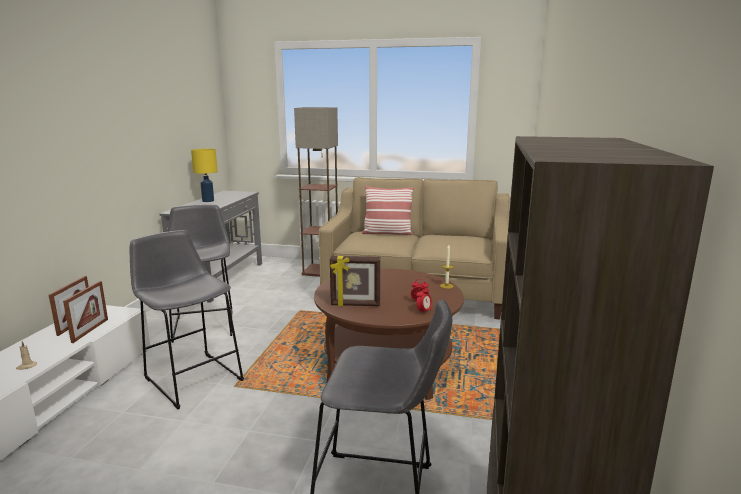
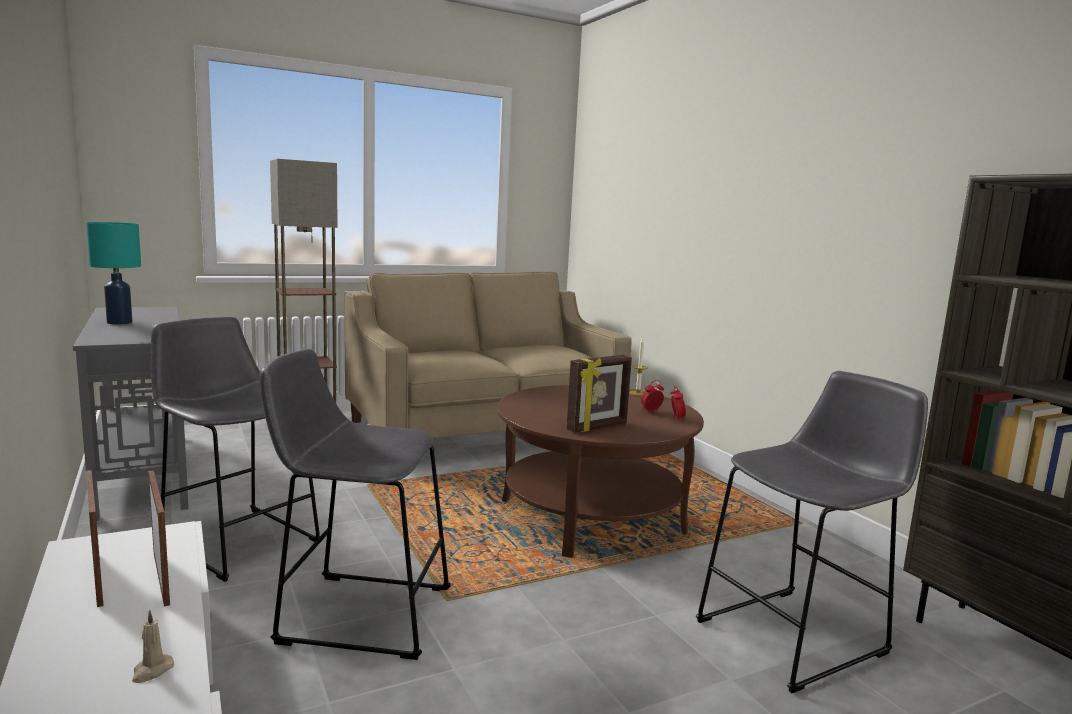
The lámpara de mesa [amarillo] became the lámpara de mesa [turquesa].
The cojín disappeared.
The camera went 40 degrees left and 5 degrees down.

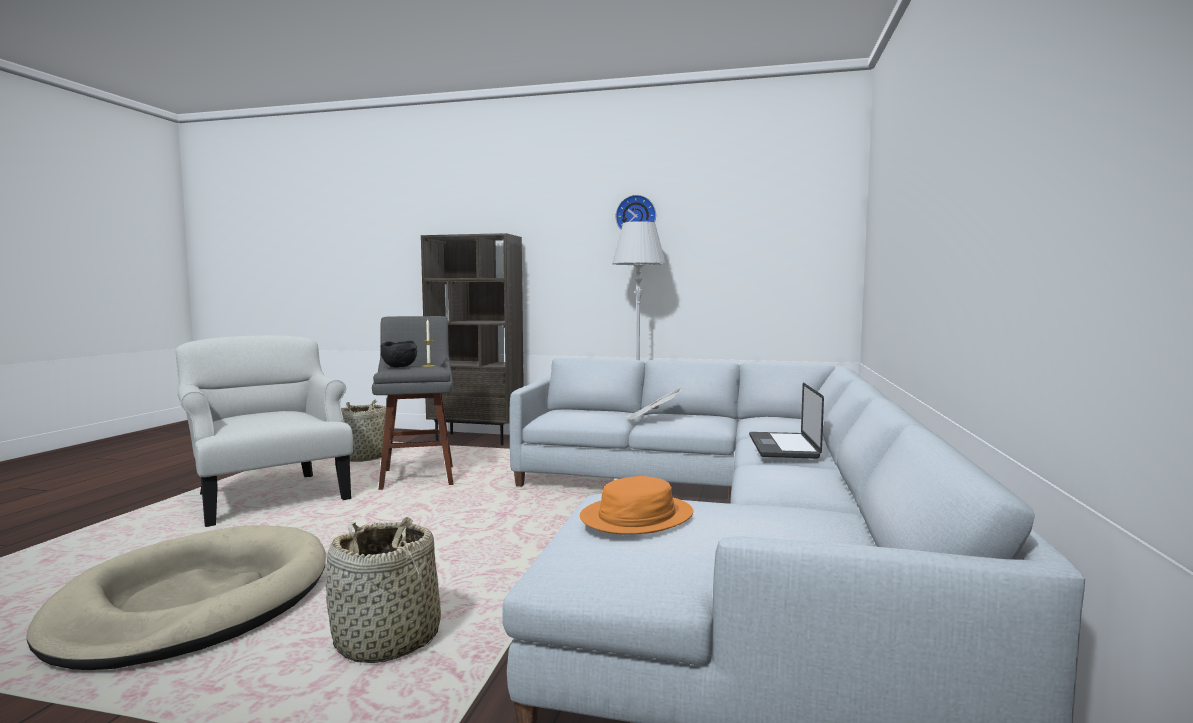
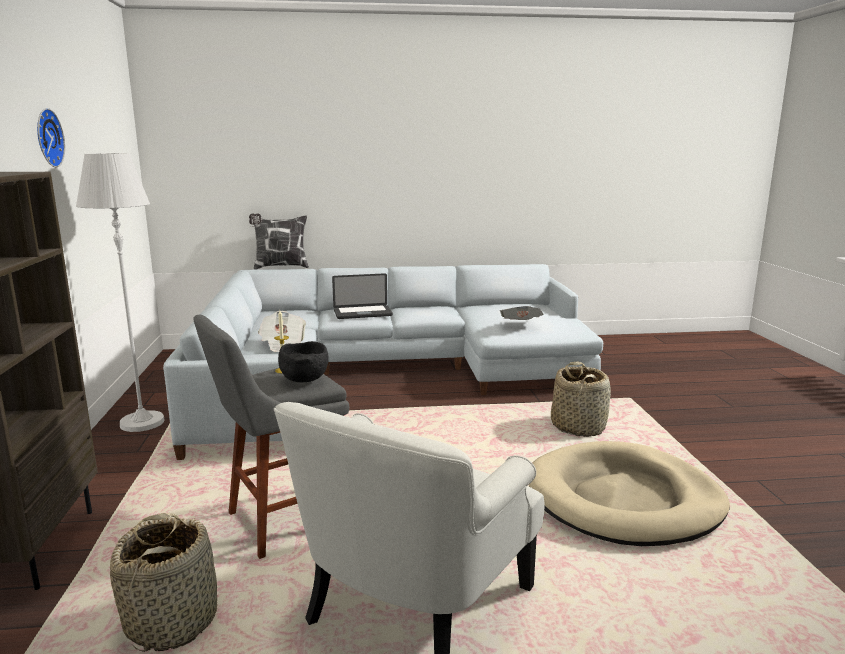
The sombrero [naranja] was replaced by the periódico (no. 2 from left).
The cojín appeared.
The camera went 110 degrees left and 10 degrees up.

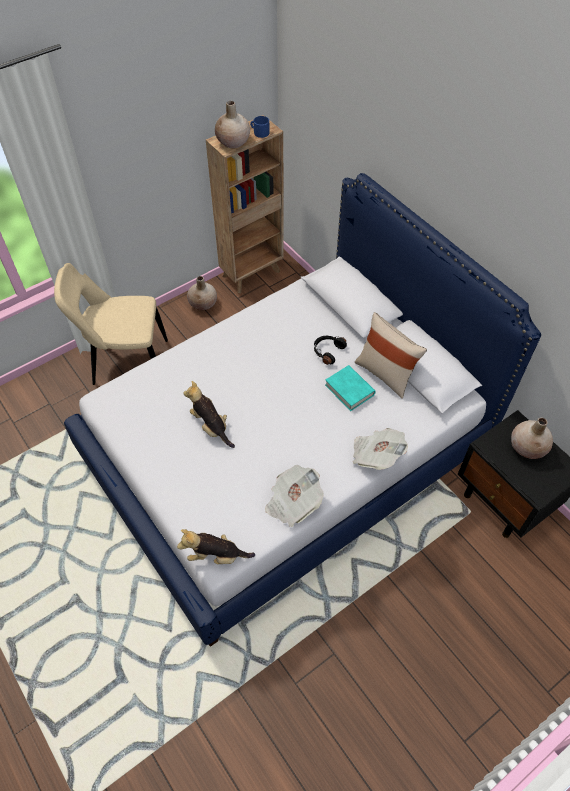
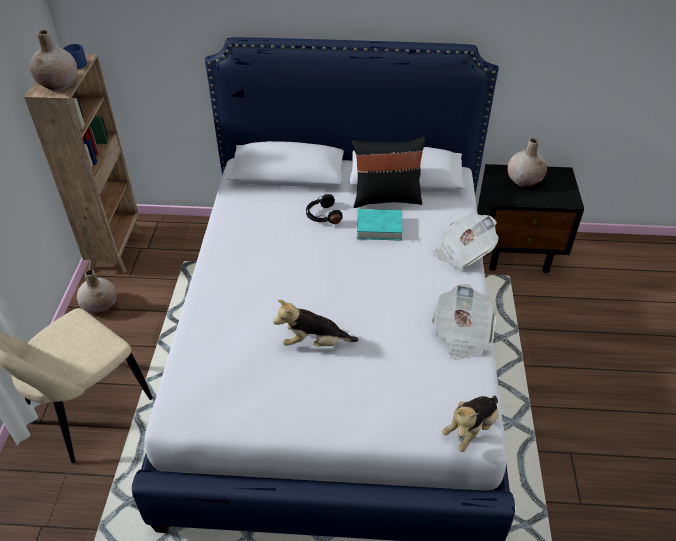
The cojín [beis] became the cojín [negro].
The camera went 50 degrees left and 10 degrees down.

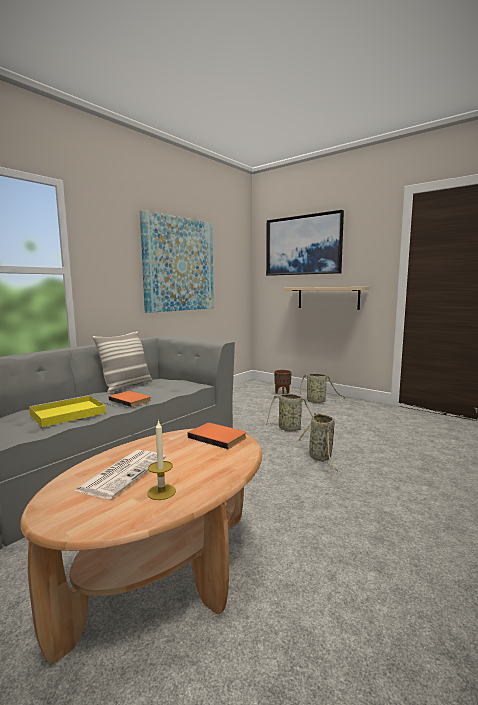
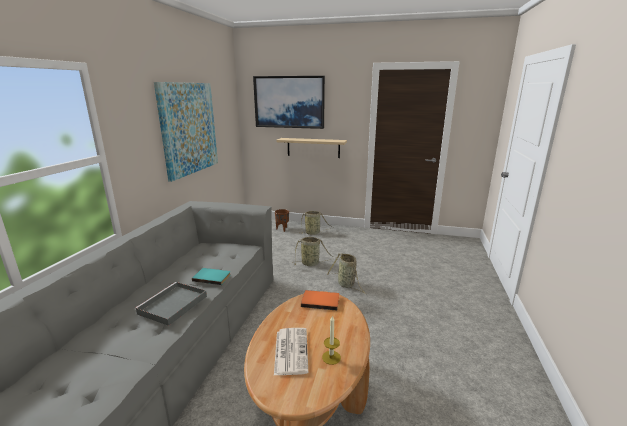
The cojín disappeared.
The libro [naranja] (no. 1 from left) became the libro [turquesa].
The bandeja [amarillo] became the bandeja [gris].
The camera went 25 degrees left and 10 degrees up.

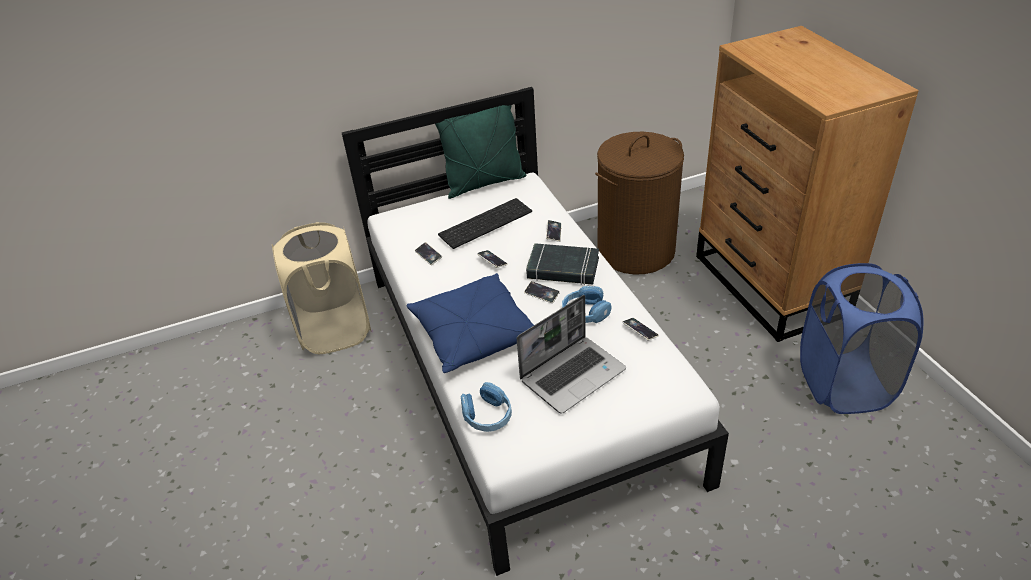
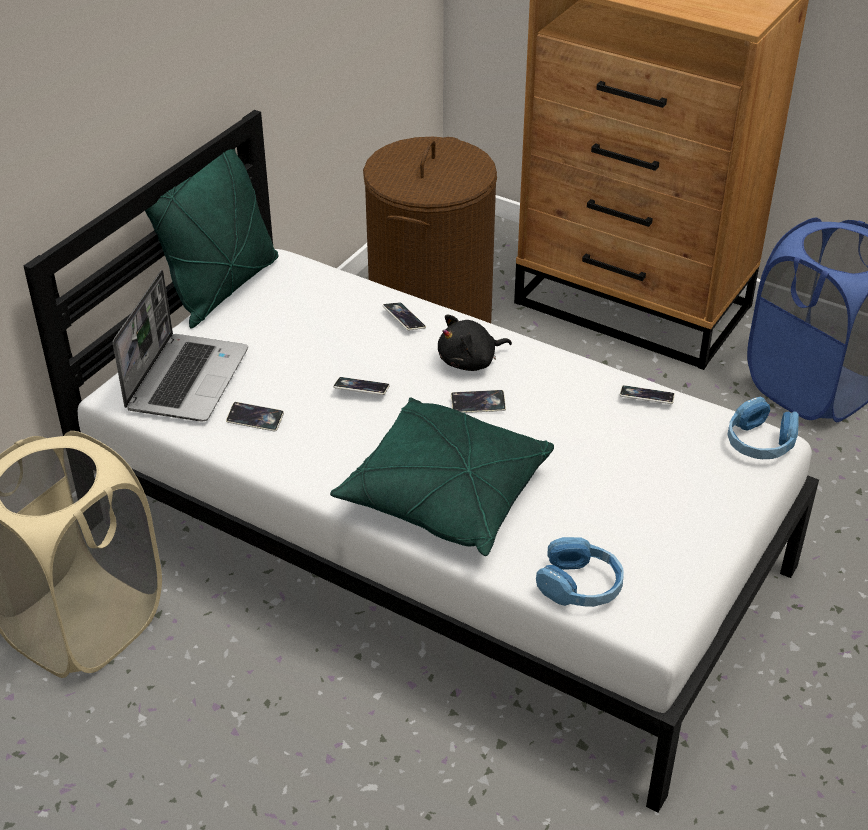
The teclado disappeared.
The libro [negro] was replaced by the peluche [negro].
The cojín [azul] became the cojín [verde] (no. 2 from left).
The auriculares [azul] (no. 2 from left) moved.
The portátil moved.
The camera went 40 degrees left and 0 degrees up.

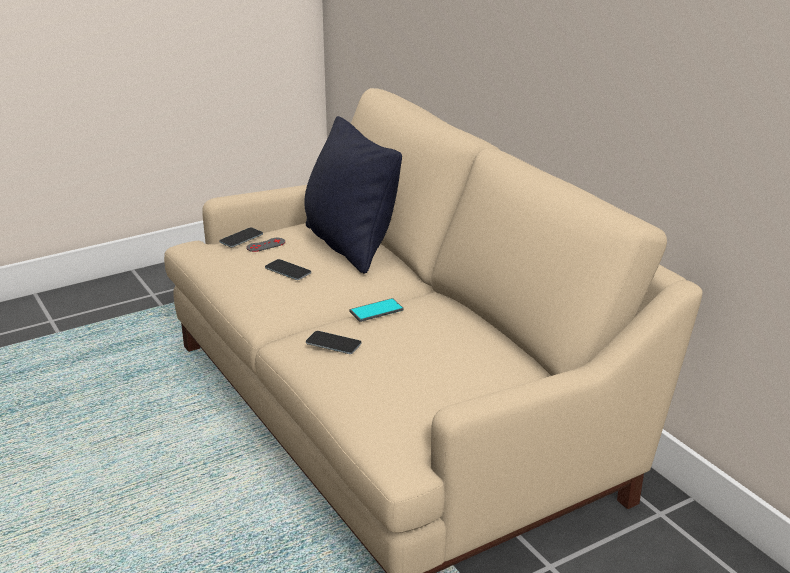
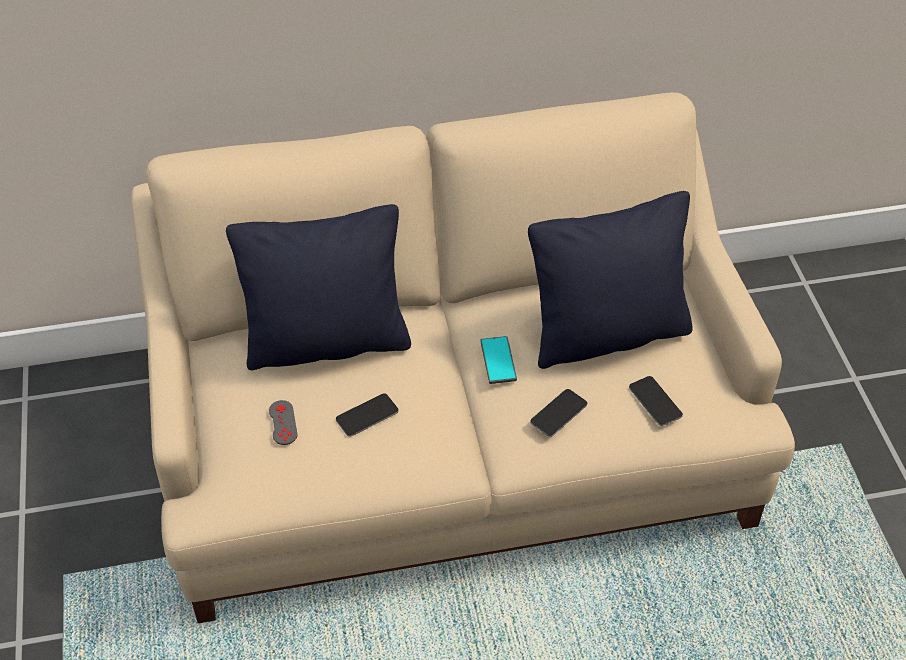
The móvil (no. 1 from left in the first image) moved.
The cojín [negro] (no. 2 from left) appeared.
The camera went 70 degrees left and 20 degrees up.

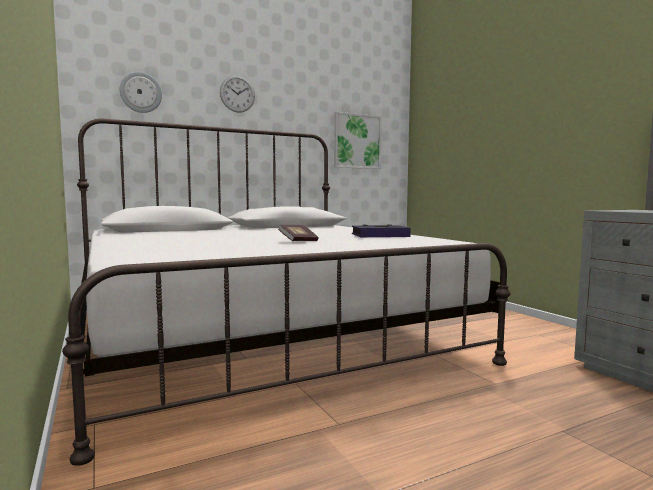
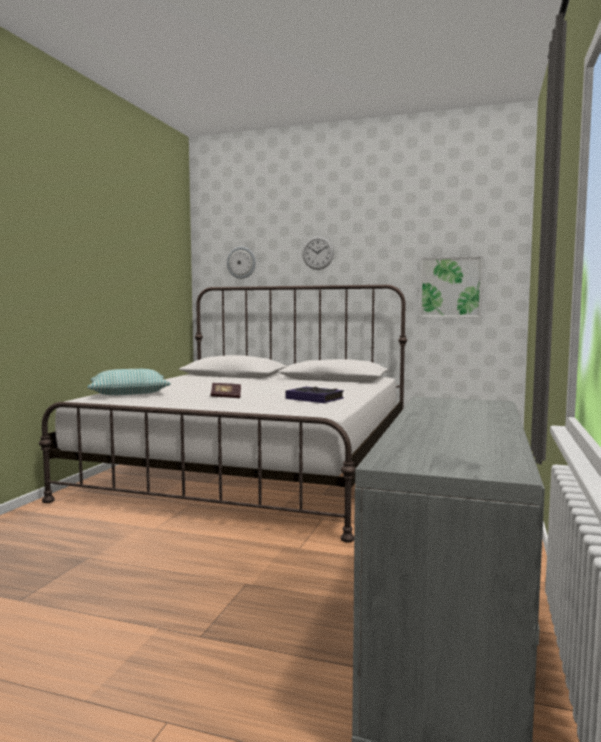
The cojín appeared.
The camera went 45 degrees right and 0 degrees up.

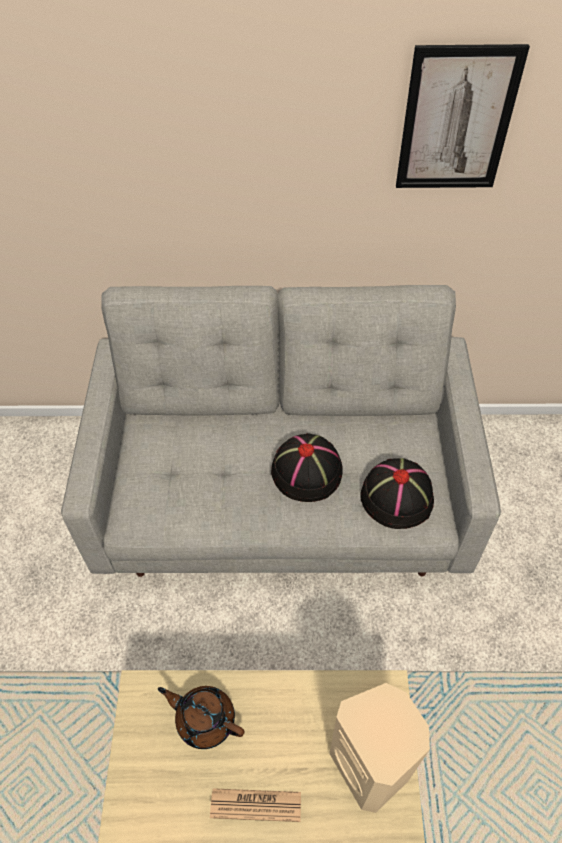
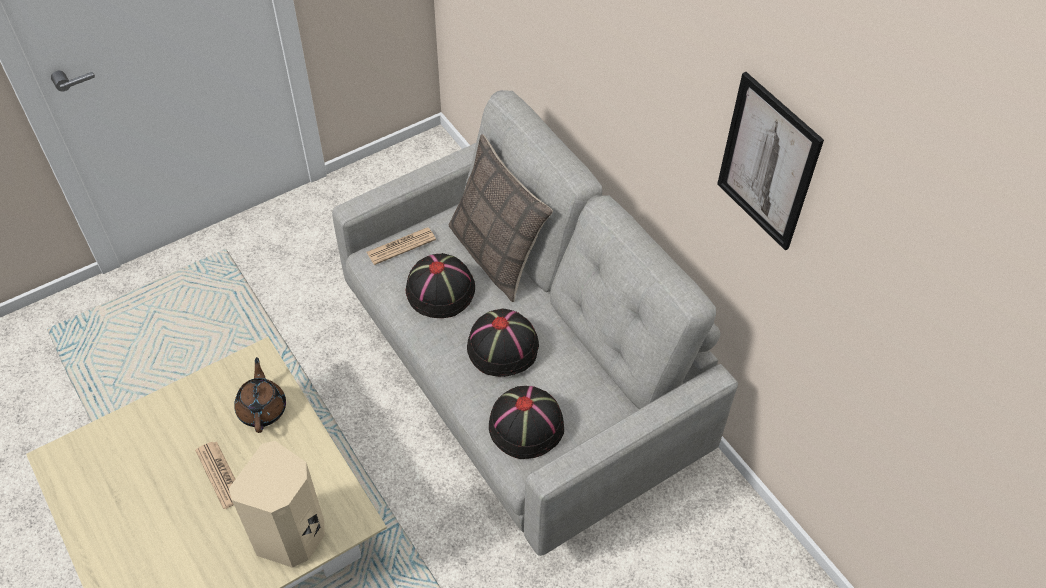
The cojín appeared.
The periódico (no. 2 from left) appeared.
The sombrero [negro] (no. 1 from left) appeared.
The camera went 55 degrees right and 0 degrees up.

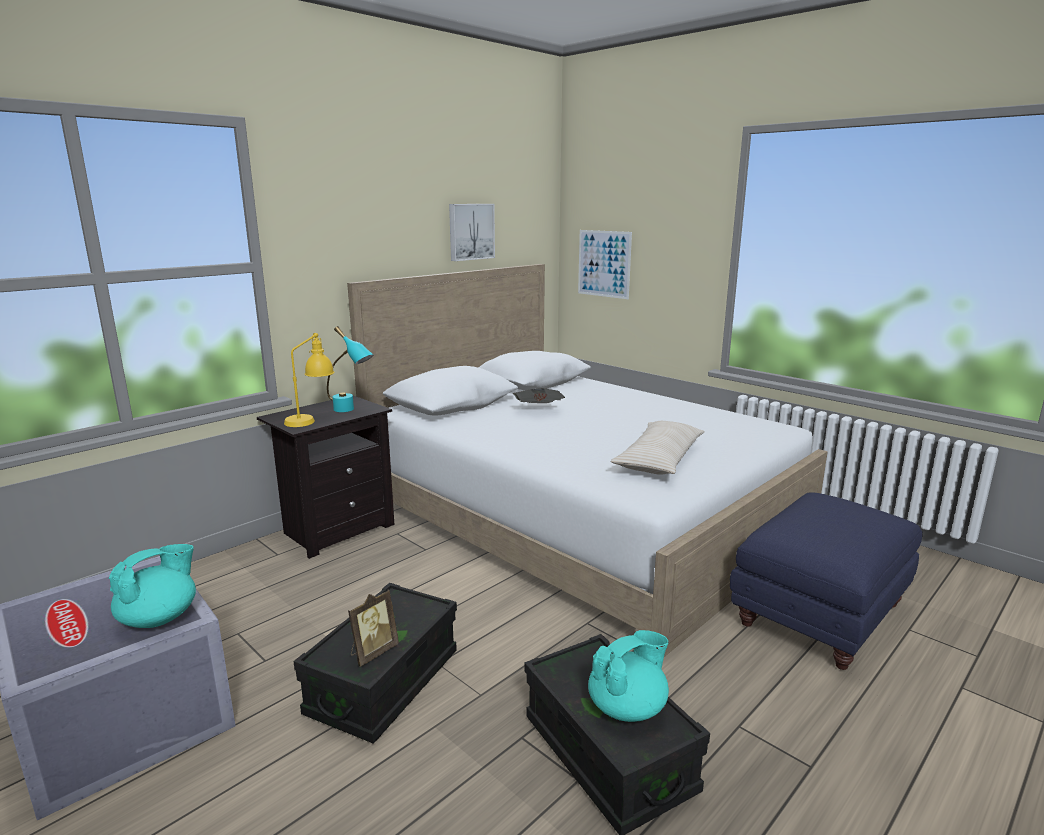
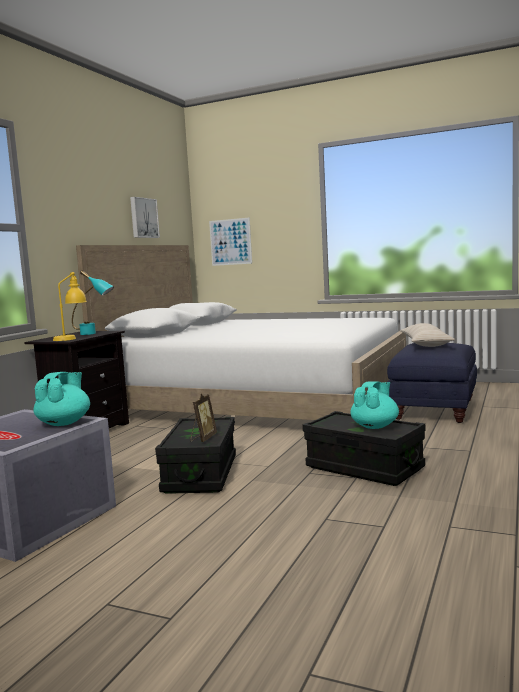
The periódico disappeared.
The cojín [beis] moved.
The camera went 20 degrees left and 10 degrees down.

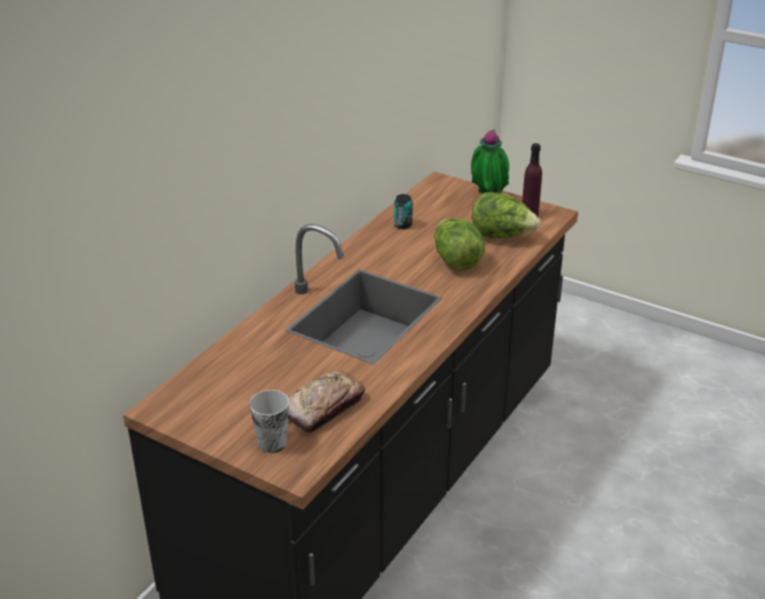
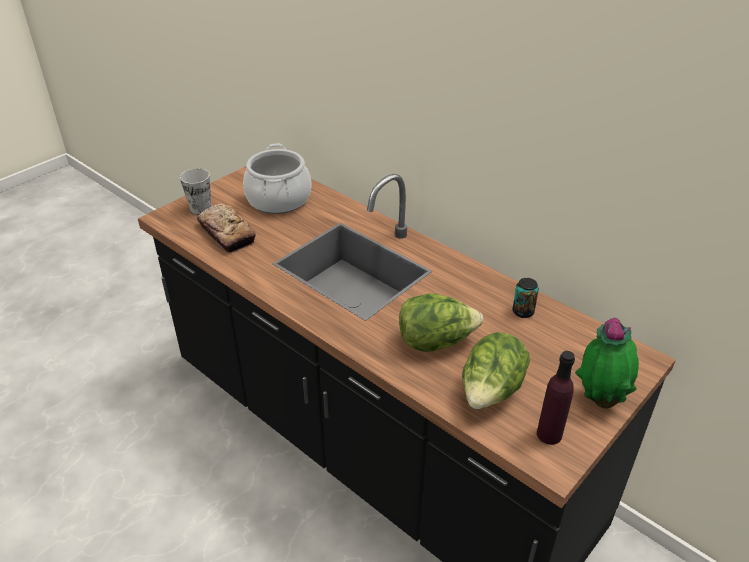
The olla appeared.
The camera went 100 degrees right and 5 degrees up.

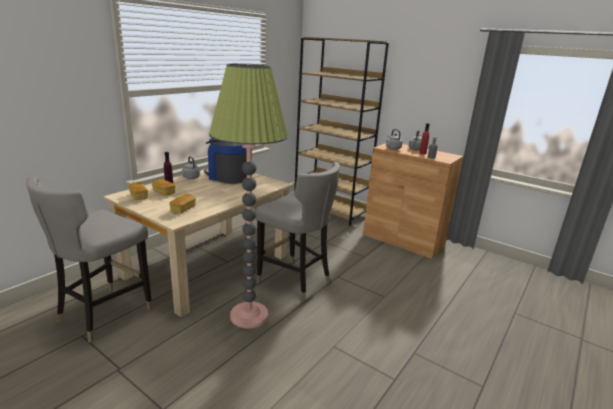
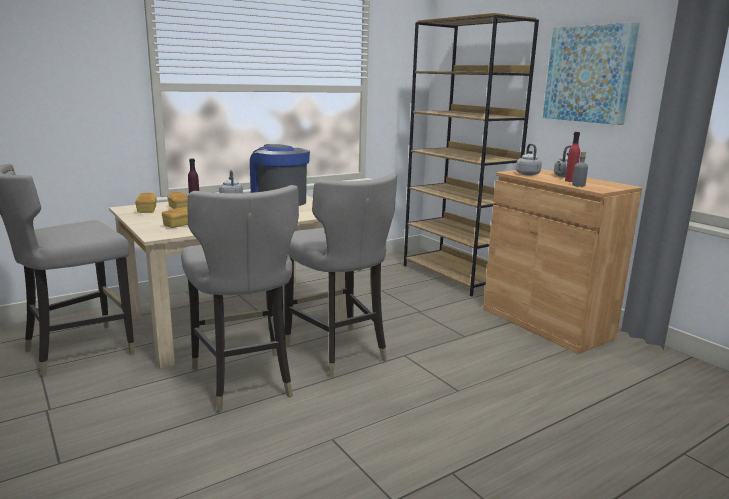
The lámpara de pie was replaced by the taburete [gris] (no. 2 from left).
The cuadro appeared.
The camera went 20 degrees right and 5 degrees down.

